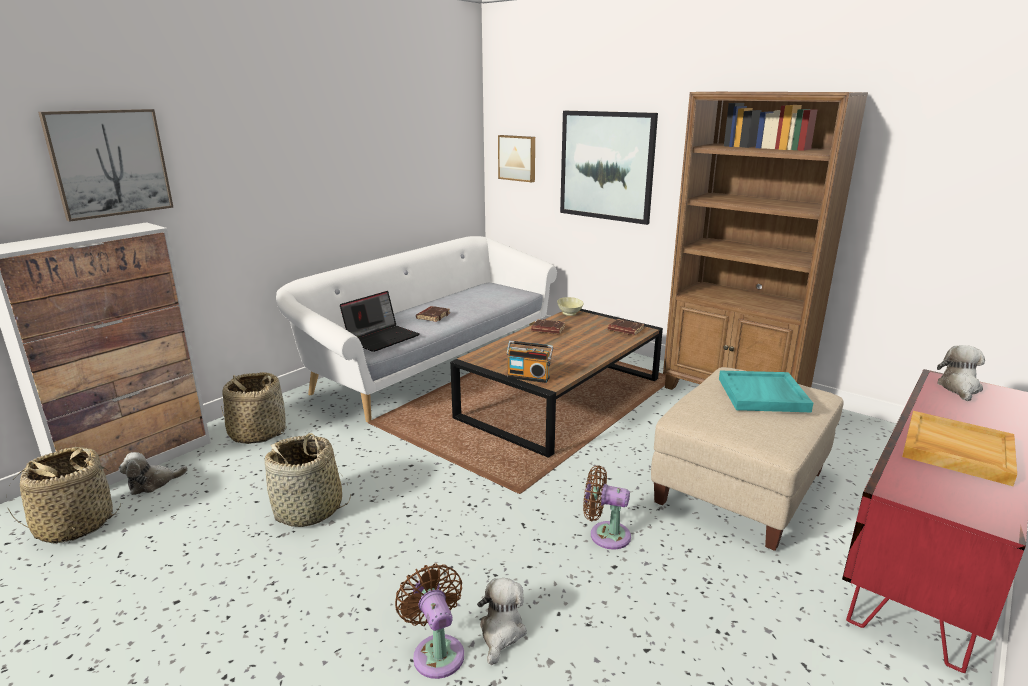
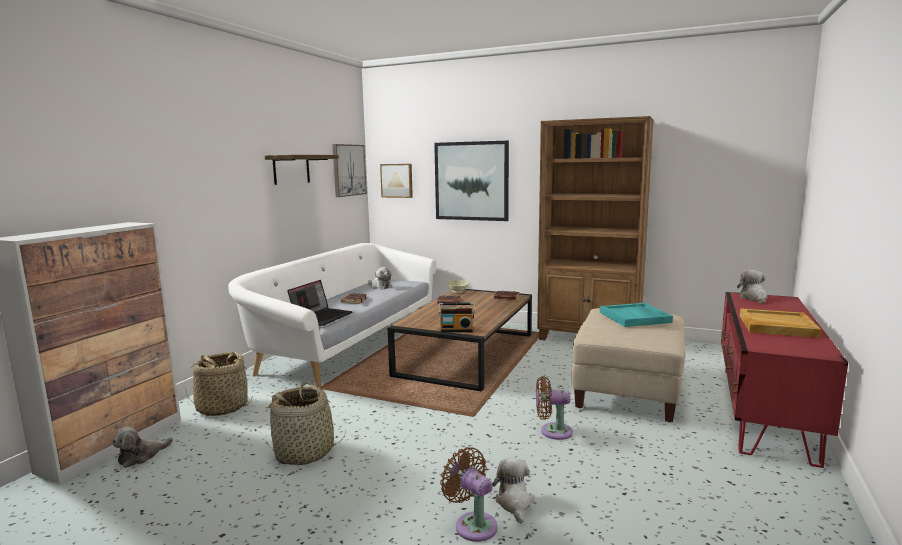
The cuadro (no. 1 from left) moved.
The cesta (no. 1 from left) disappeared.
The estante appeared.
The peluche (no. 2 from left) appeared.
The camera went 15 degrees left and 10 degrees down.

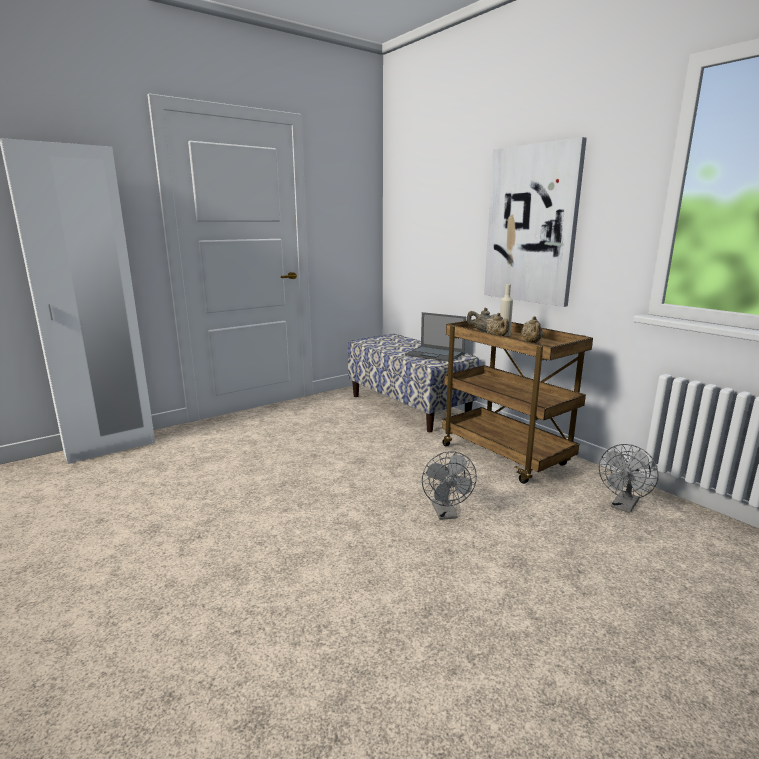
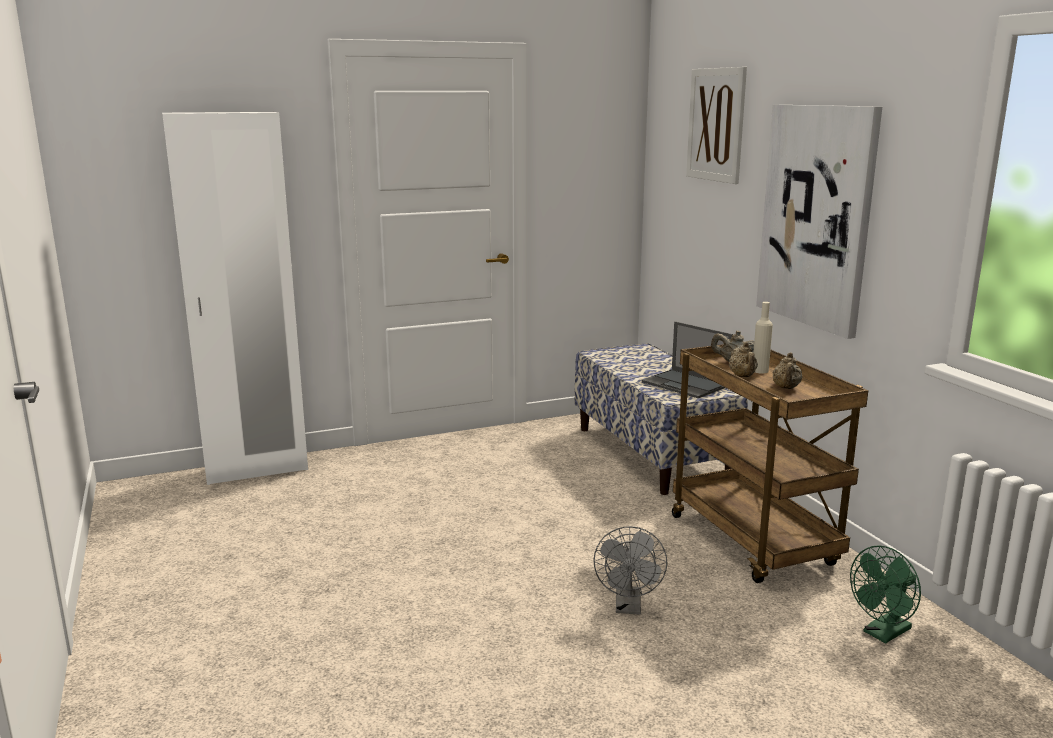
The ventilador [gris] (no. 2 from left) became the ventilador [verde].
The cuadro (no. 1 from left) appeared.
The camera went 15 degrees right and 0 degrees up.

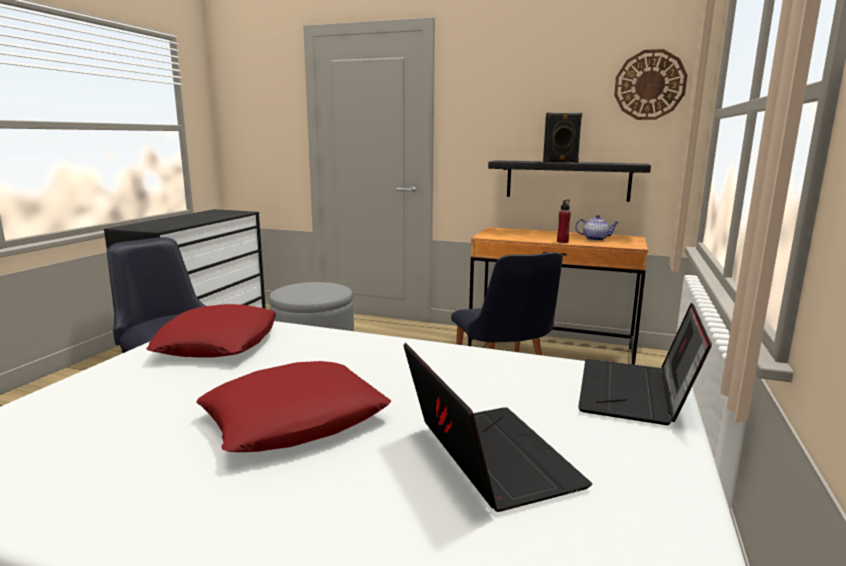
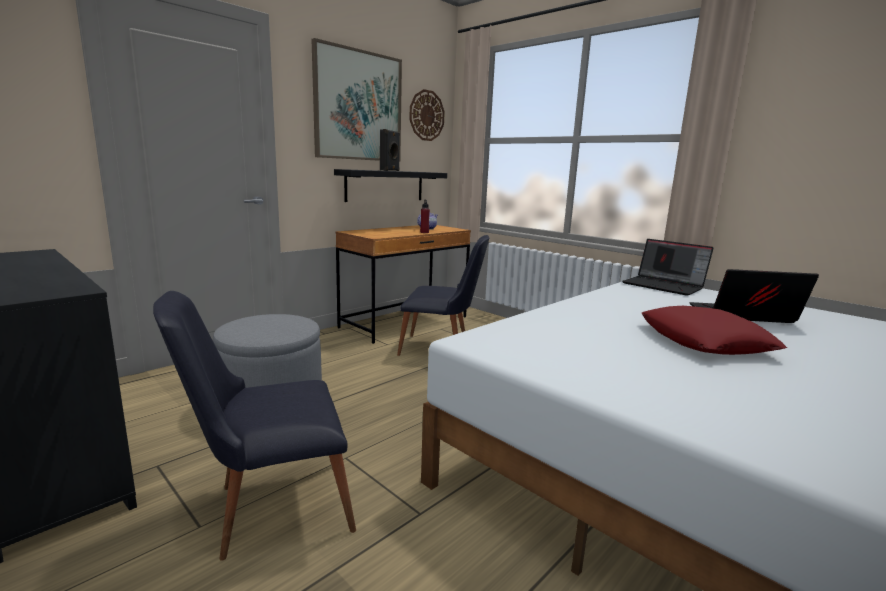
The cojín [rojo] (no. 1 from left) disappeared.
The cuadro appeared.
The camera went 65 degrees left and 0 degrees up.

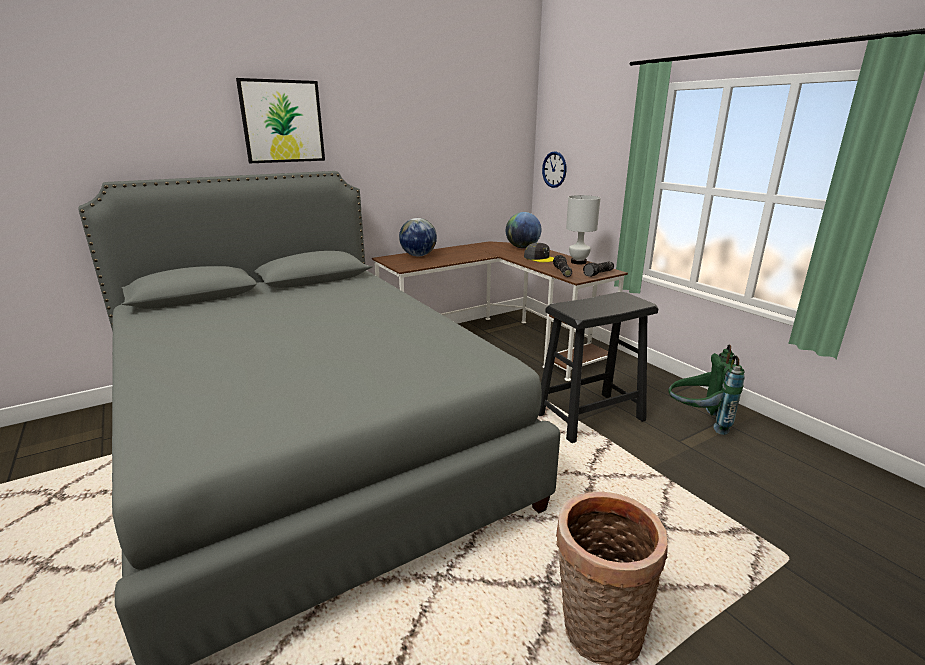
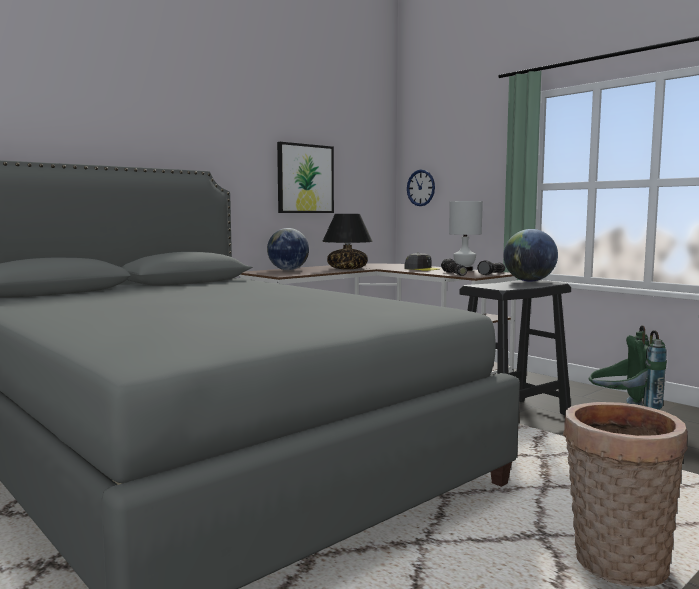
The cuadro moved.
The globo terráqueo (no. 2 from left) moved.
The lámpara de mesa [negro] appeared.
The camera went 10 degrees left and 15 degrees down.

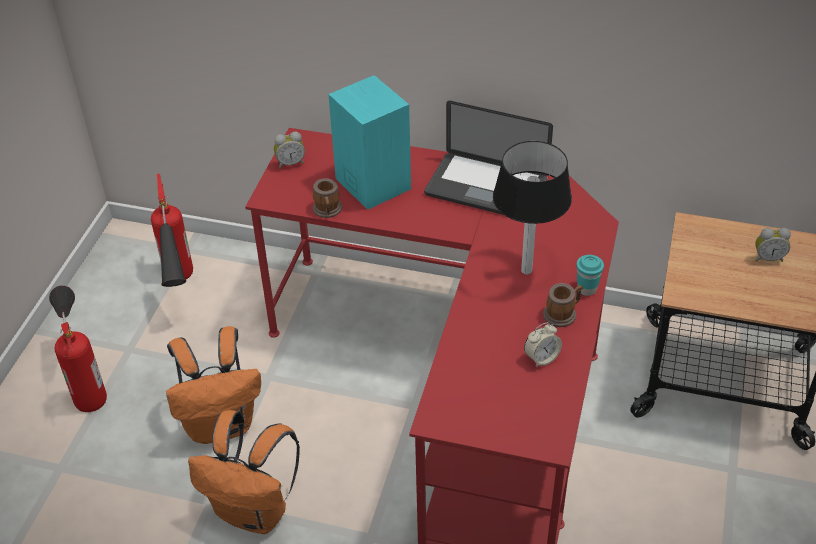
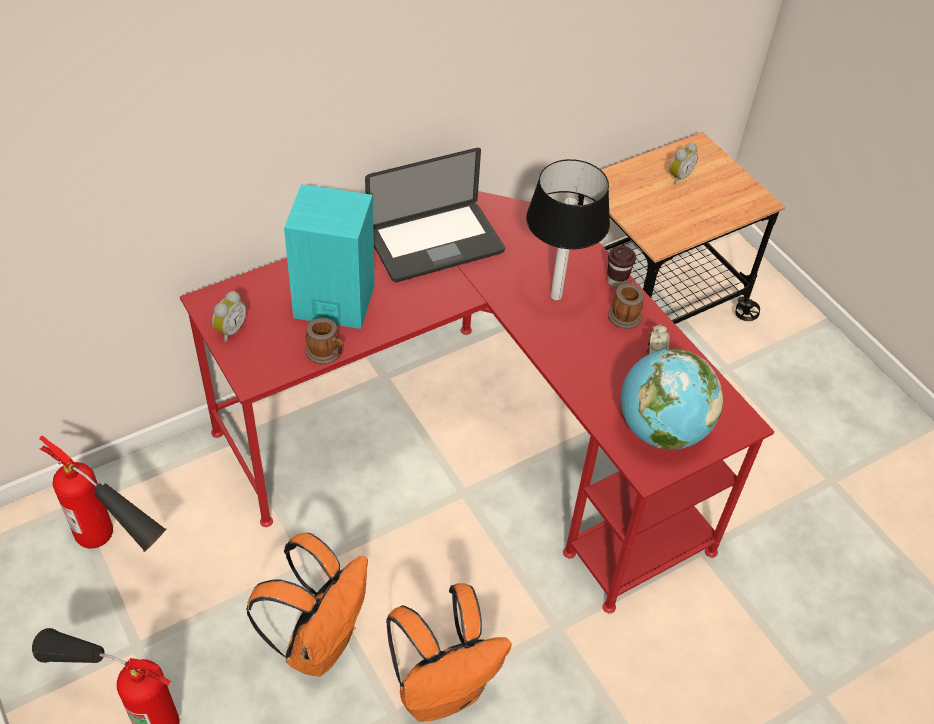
The taza [turquesa] became the taza [marrón].
The globo terráqueo appeared.
The camera went 50 degrees left and 5 degrees up.

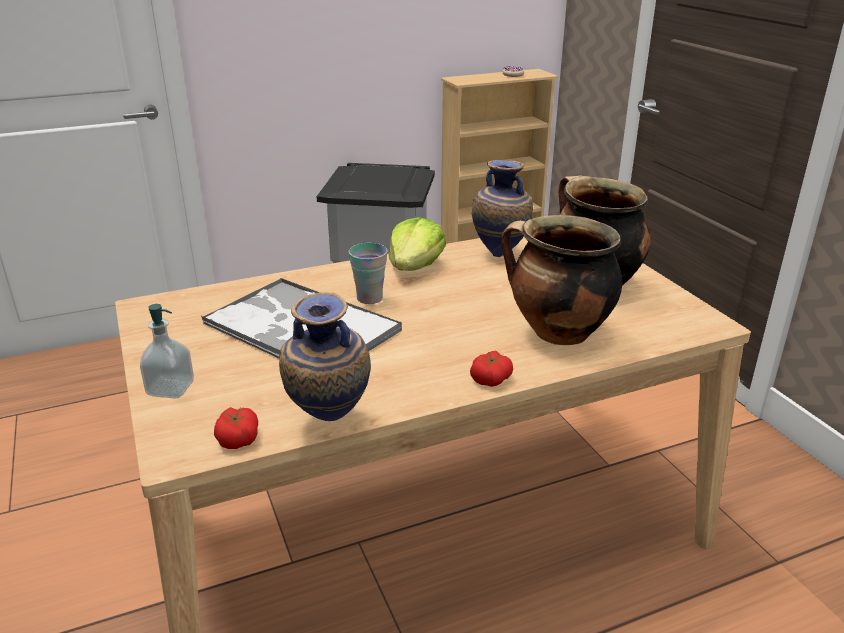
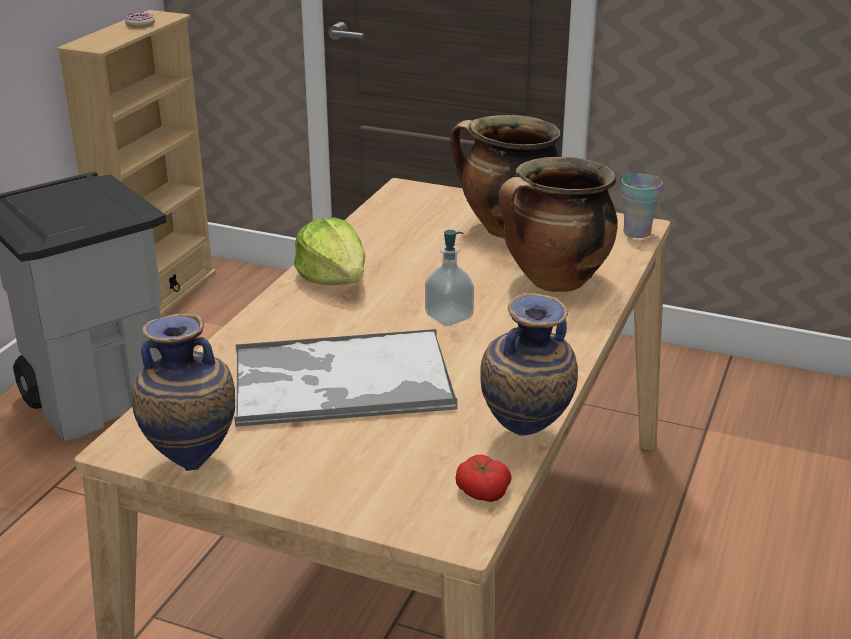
The florero (no. 2 from left in the first image) moved.
The taza moved.
The dispensador de jabón moved.
The tomate (no. 2 from left) disappeared.
The camera went 45 degrees left and 0 degrees up.

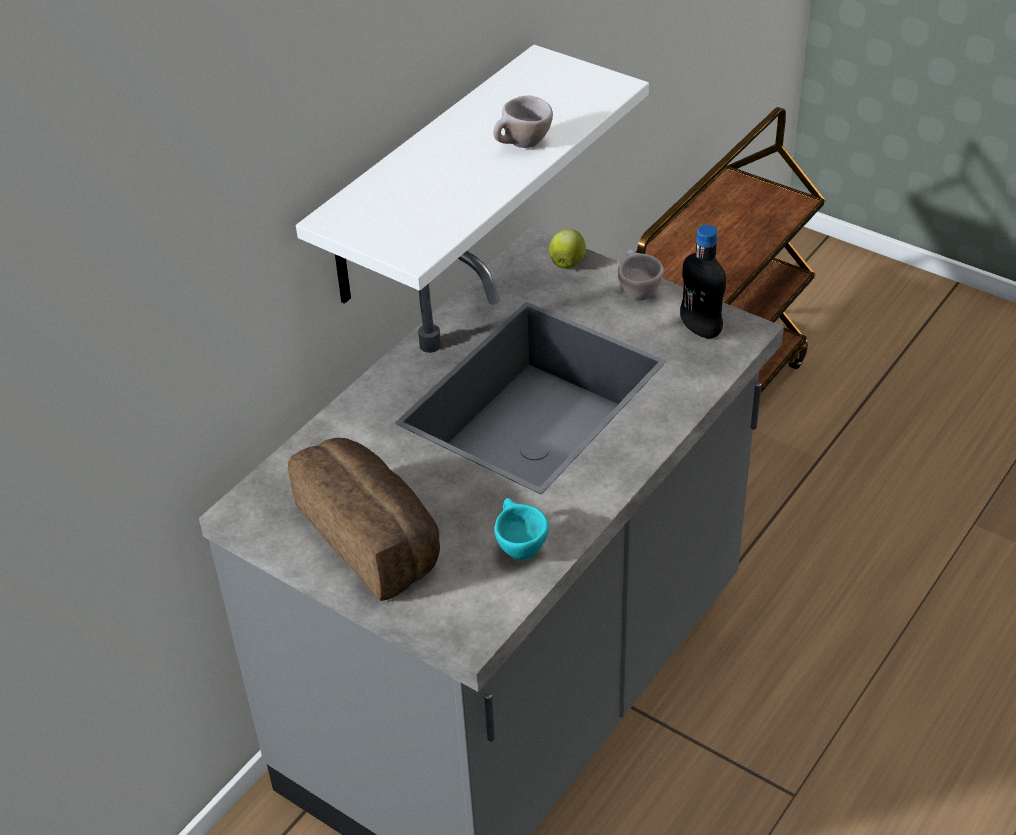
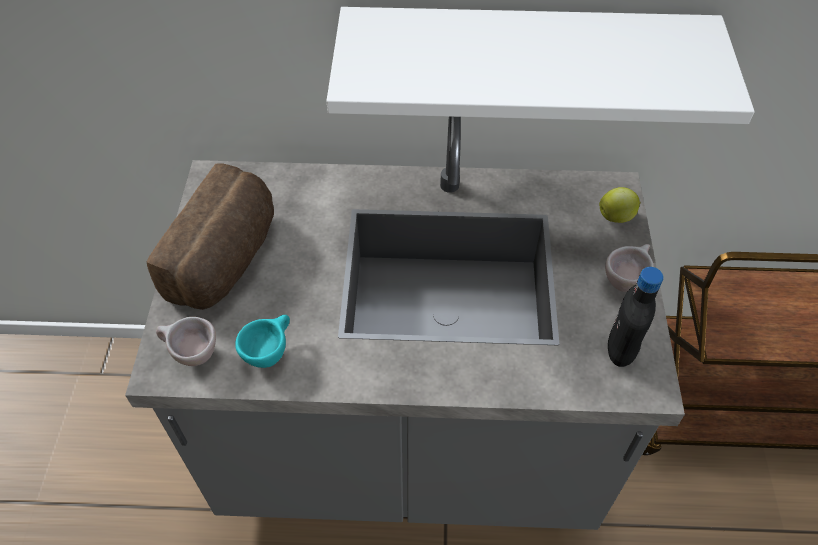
The taza [beis] (no. 1 from left) moved.
The camera went 55 degrees right and 10 degrees up.

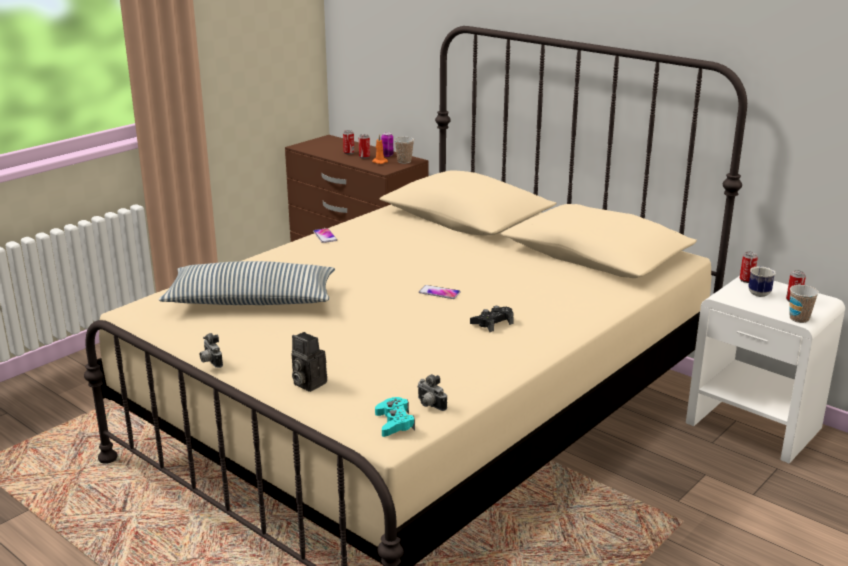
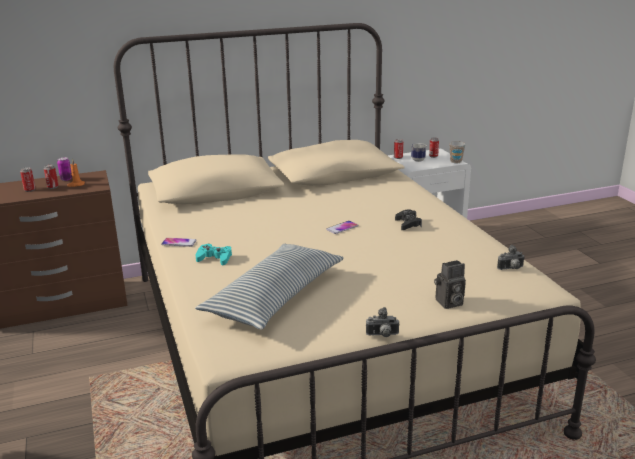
The taza (no. 1 from left) disappeared.
The mando de consola [turquesa] moved.
The camera went 60 degrees left and 0 degrees up.

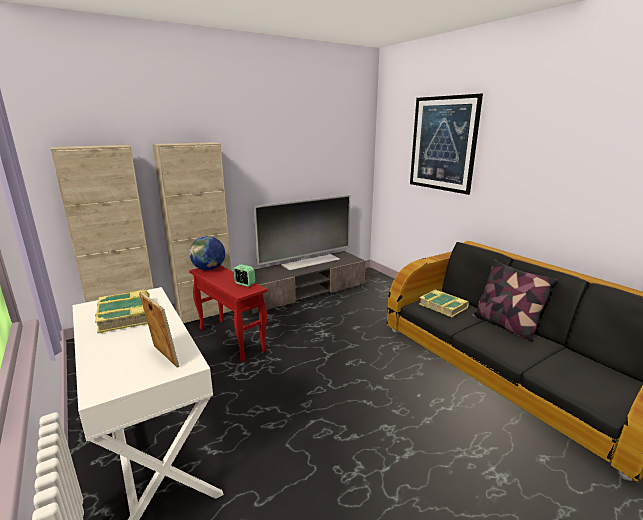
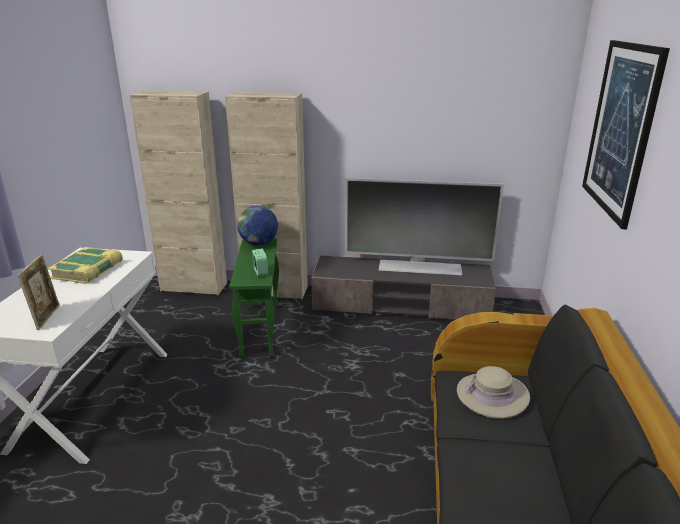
The cojín disappeared.
The mesa auxiliar [rojo] became the mesa auxiliar [verde].
The libro (no. 2 from left) was replaced by the sombrero [beis].
The camera went 40 degrees right and 5 degrees up.

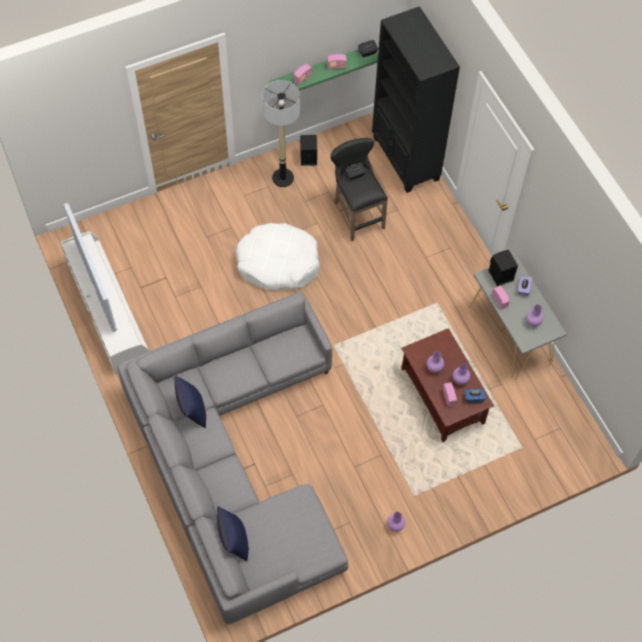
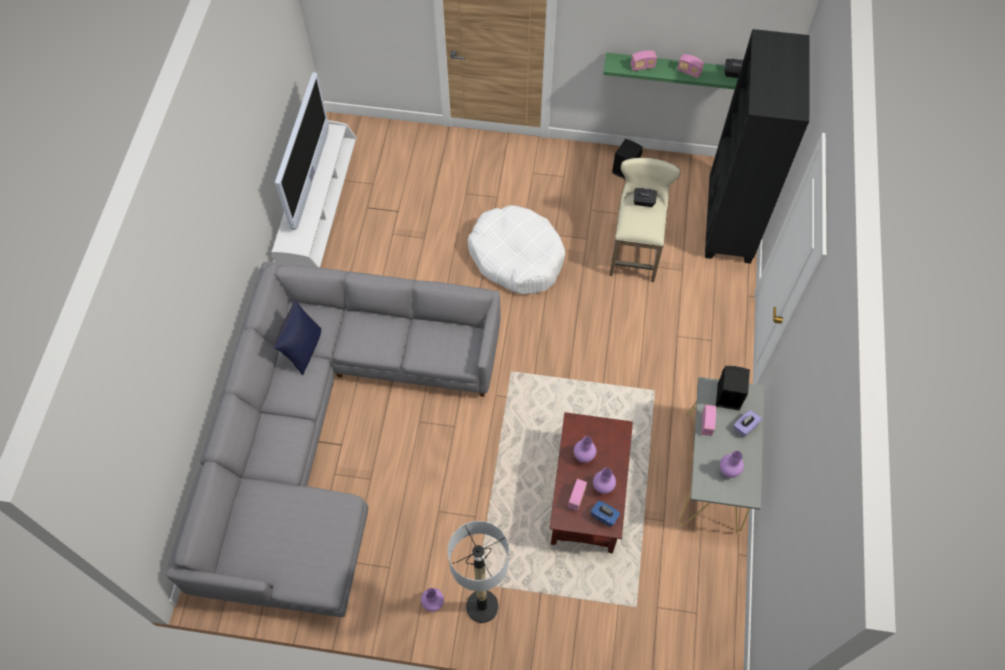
The lámpara de pie moved.
The taburete [negro] became the taburete [beis].
The cojín [azul] (no. 2 from left) disappeared.
The camera went 35 degrees right and 0 degrees up.

